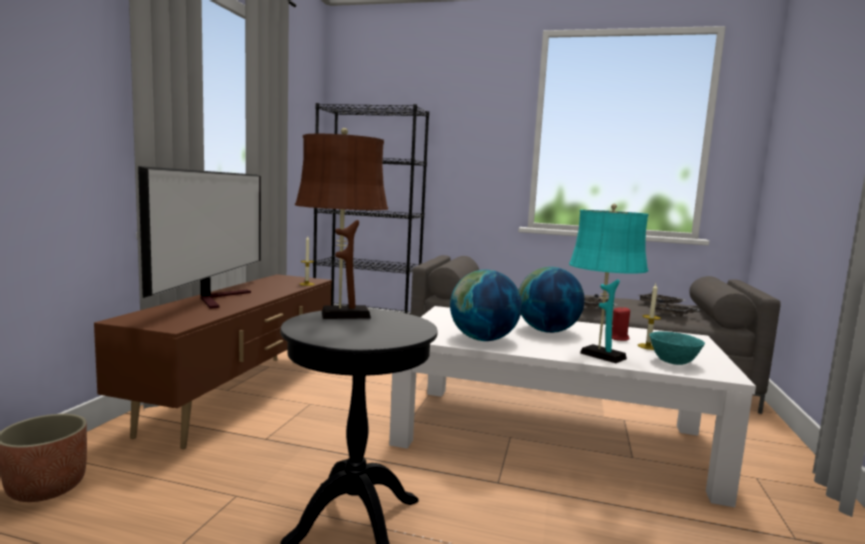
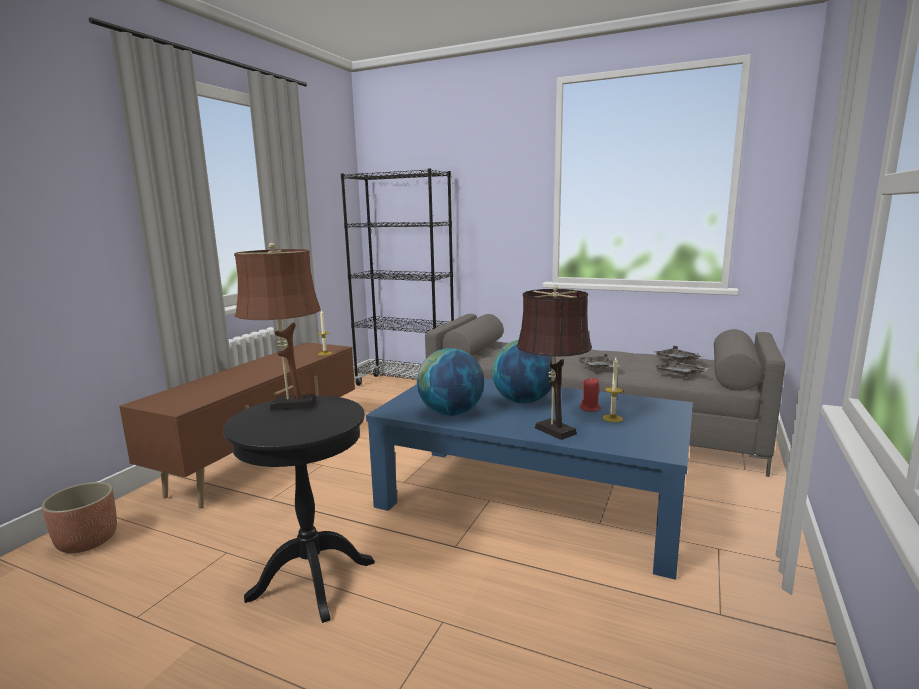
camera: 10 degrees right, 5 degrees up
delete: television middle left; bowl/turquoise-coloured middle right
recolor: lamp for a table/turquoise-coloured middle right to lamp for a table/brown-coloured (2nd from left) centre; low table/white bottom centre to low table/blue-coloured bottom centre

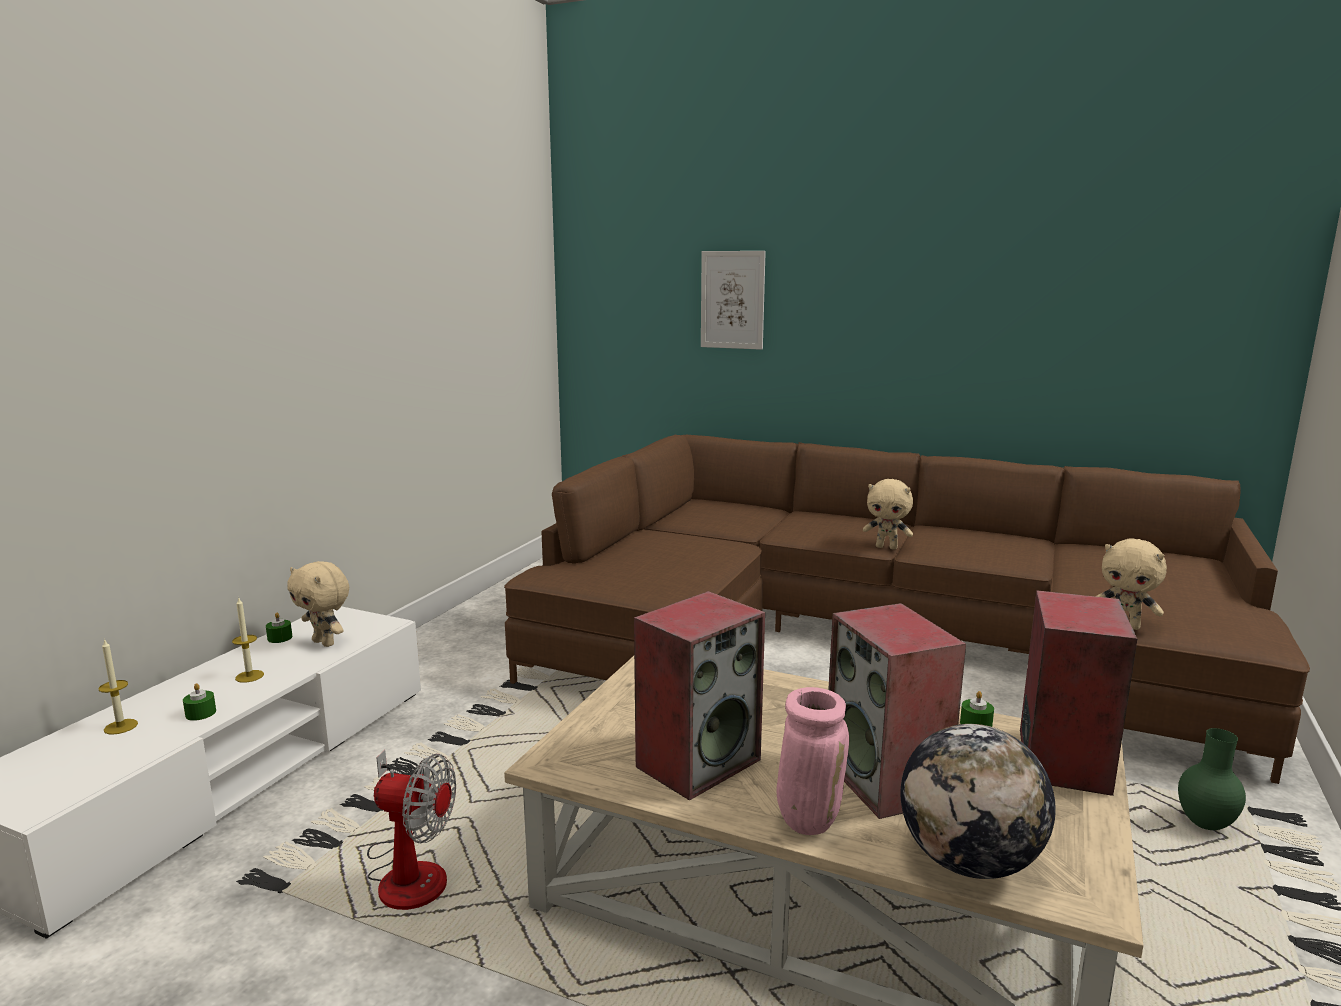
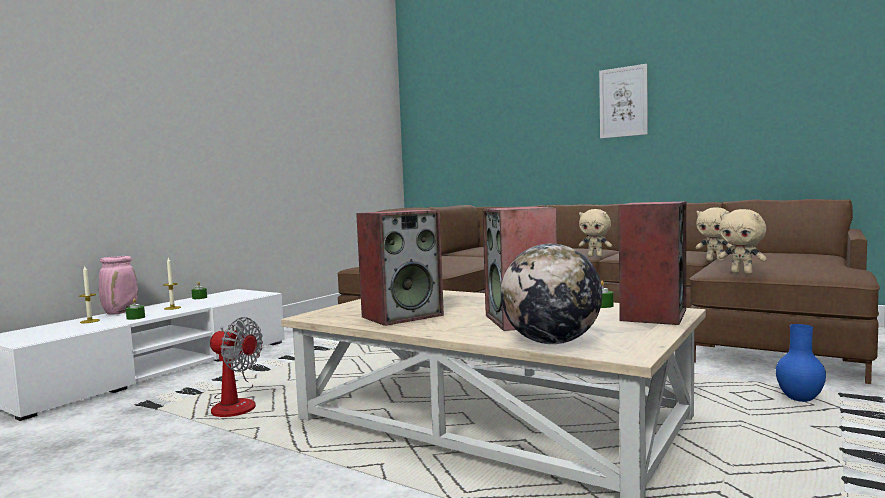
camera: 10 degrees right, 10 degrees down
move: wall picture top centre to top right; cuddly toy/beige-coloured (1st from left in the first image) middle left to cuddly toy/beige-coloured (2nd from left) middle right; decorative vase/pink bottom centre to middle left
recolor: decorative vase/green-coloured bottom right to decorative vase/blue-coloured bottom right

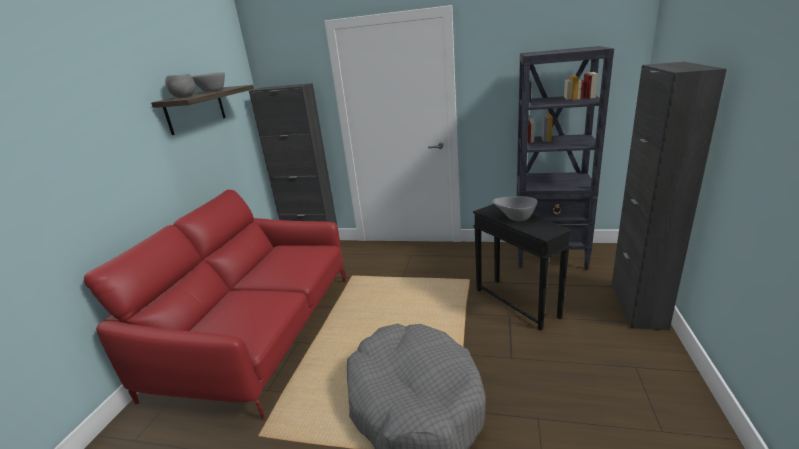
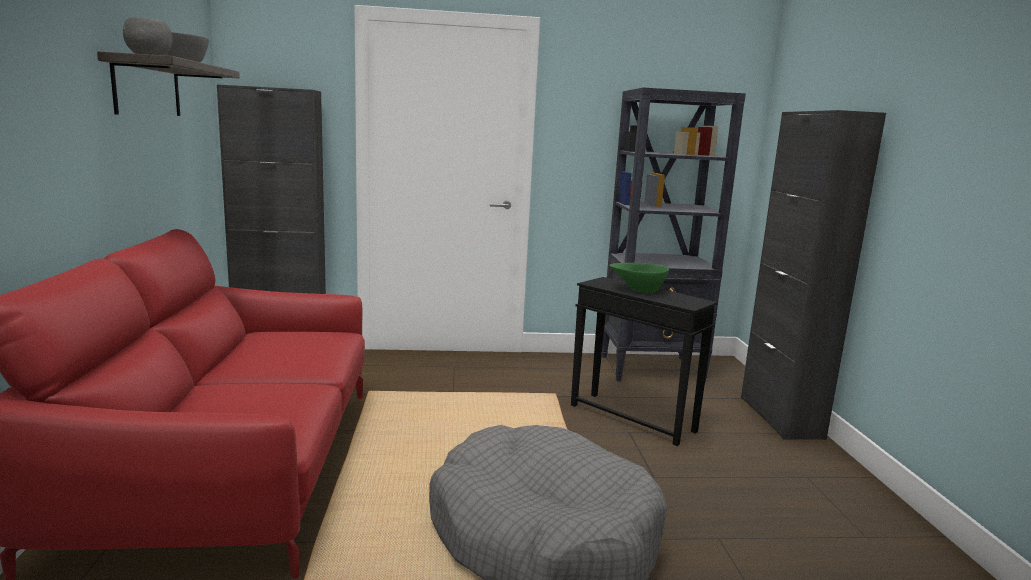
camera: 20 degrees left, 10 degrees down
recolor: bowl/greyish (3rd from left) centre to bowl/green-coloured centre

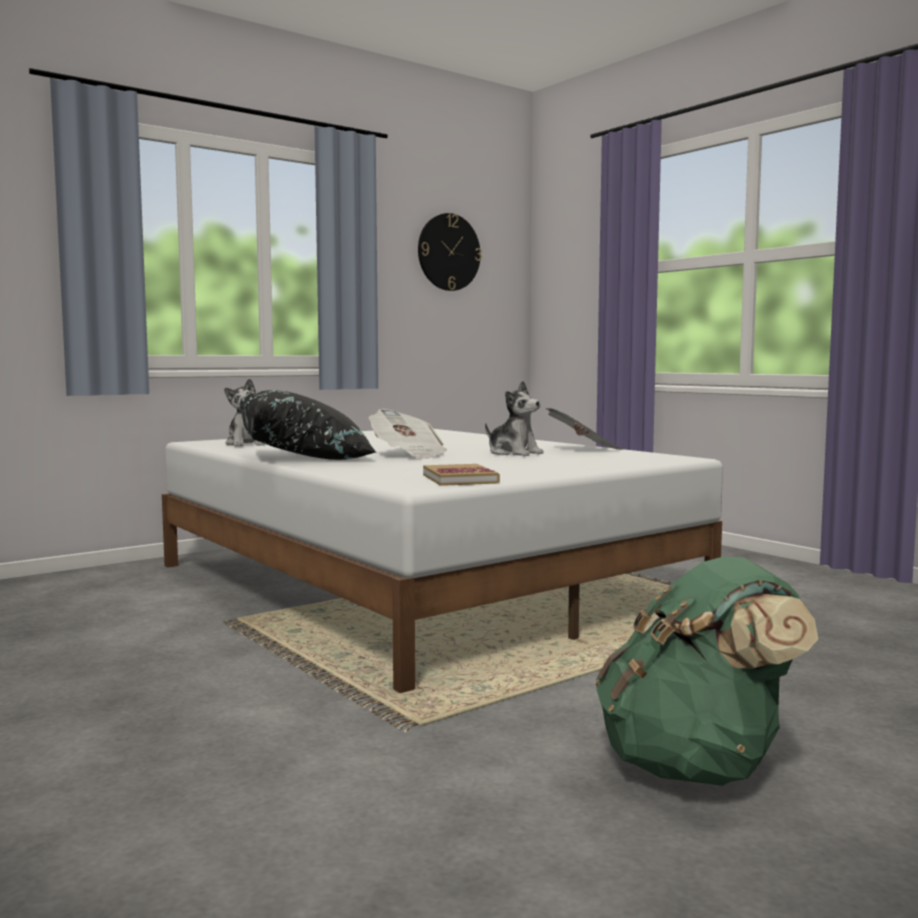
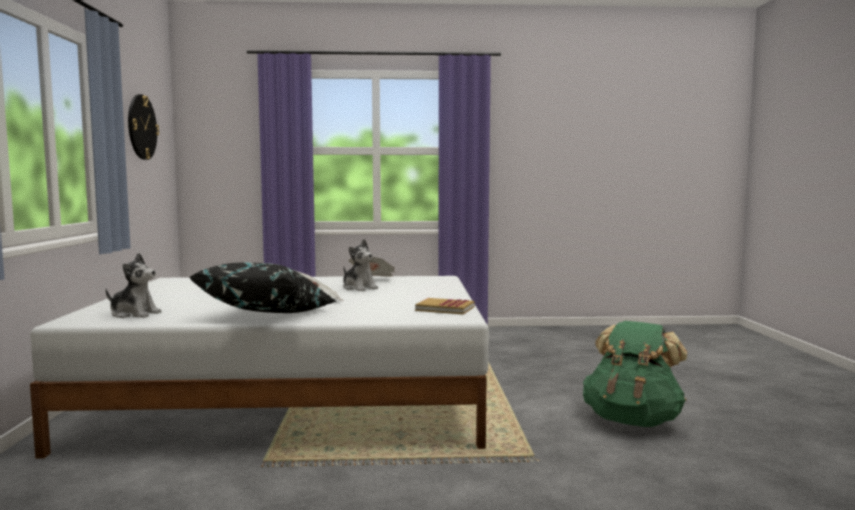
camera: 55 degrees left, 0 degrees up
rotate: cuddly toy (2nd from left) centre = centre 60 degrees clockwise

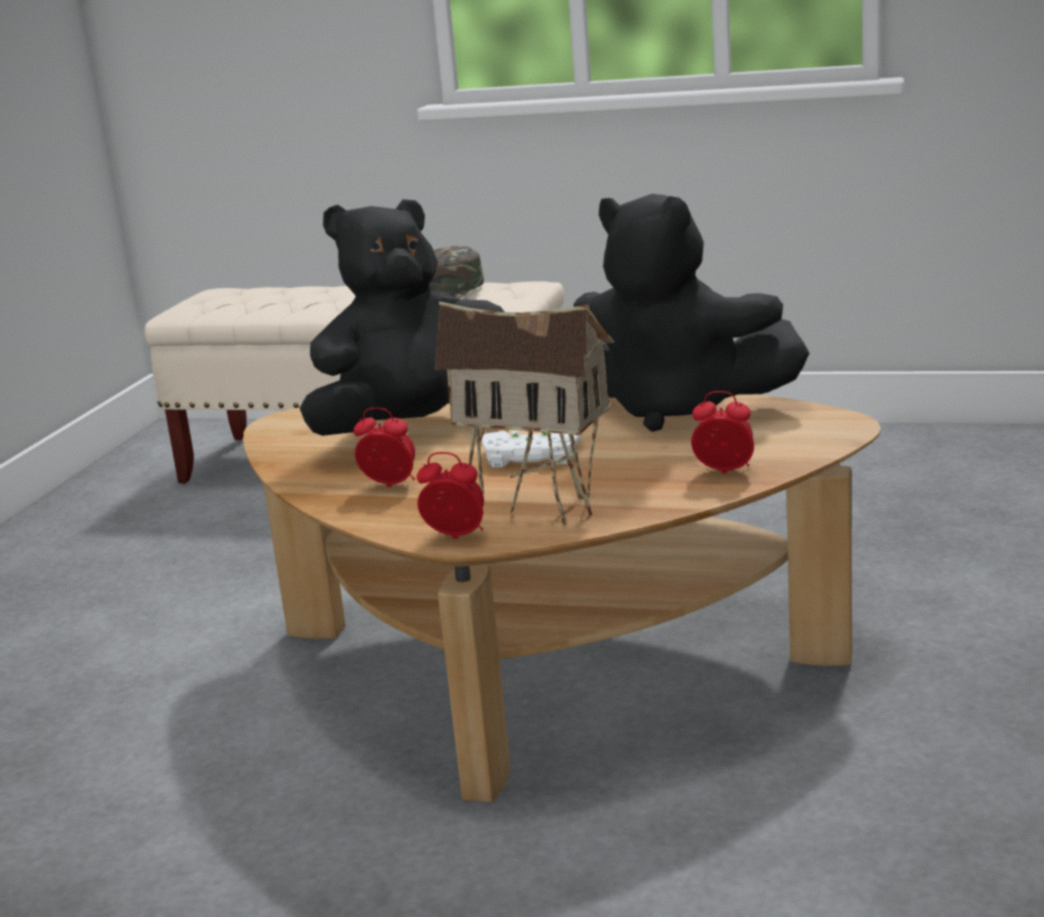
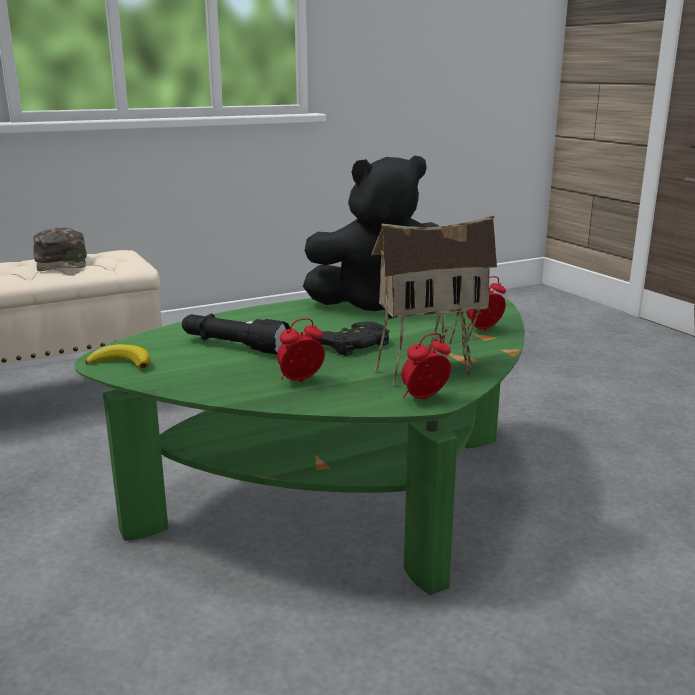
camera: 45 degrees left, 0 degrees up
insert: banana fruit middle left
replace: cuddly toy/black (1st from left) centre to torch/black centre
recolor: low table/brown-coloured centre to low table/green-coloured centre; joypad/white centre to joypad/black centre

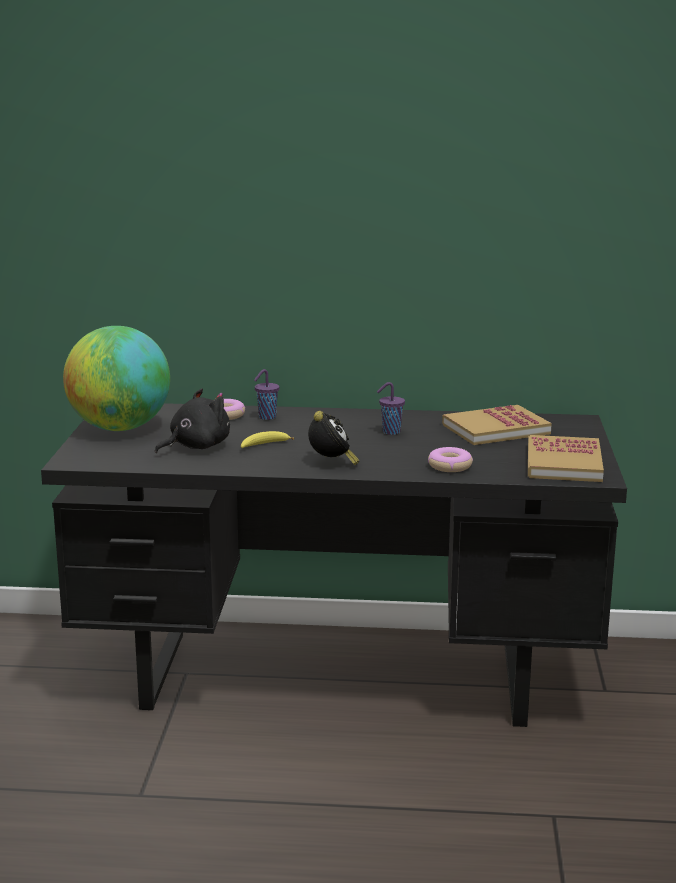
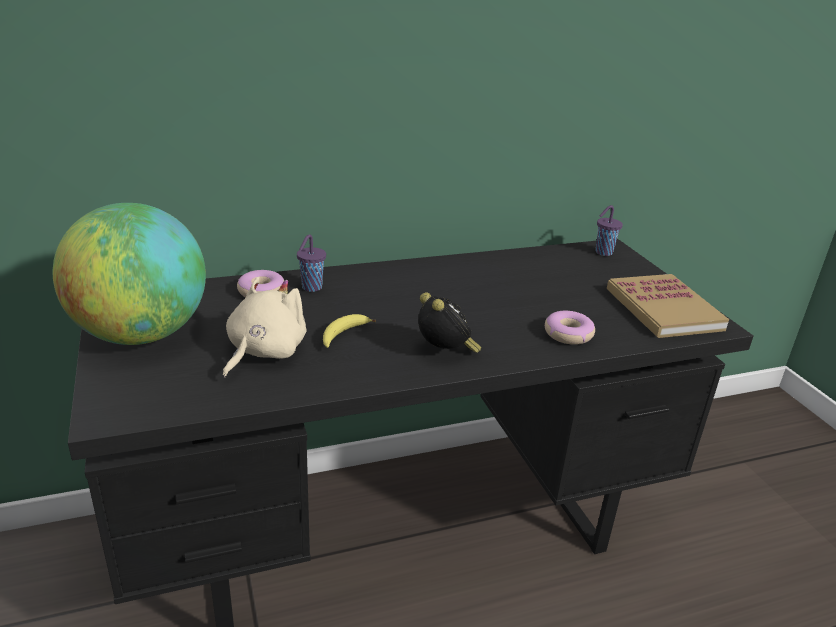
camera: 25 degrees left, 10 degrees up
delete: bound book (1st from left) middle right
move: small cup/purple (2nd from left) centre to middle right
recolor: cuddly toy/black middle left to cuddly toy/beige-coloured middle left

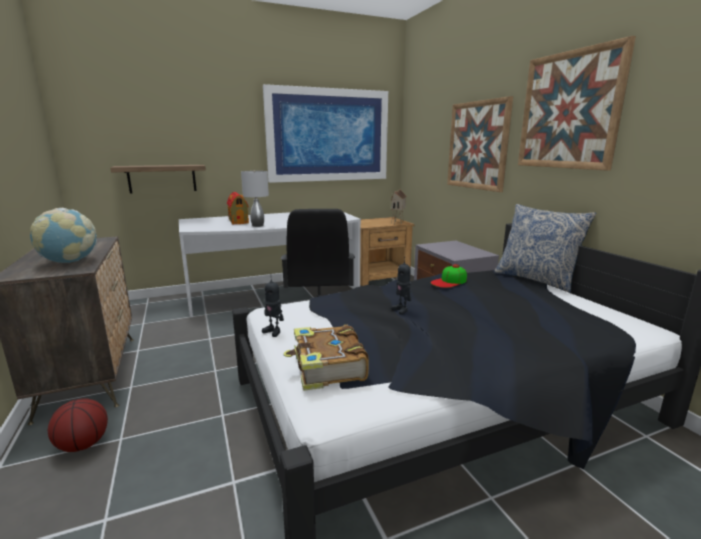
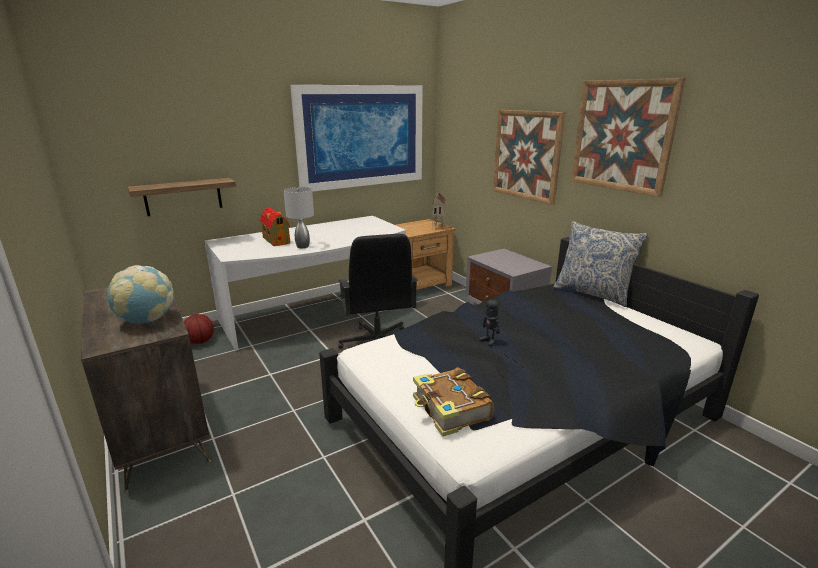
camera: 10 degrees left, 5 degrees up
delete: cap centre; toy robot (1st from left) centre
move: basketball ball bottom left to middle left

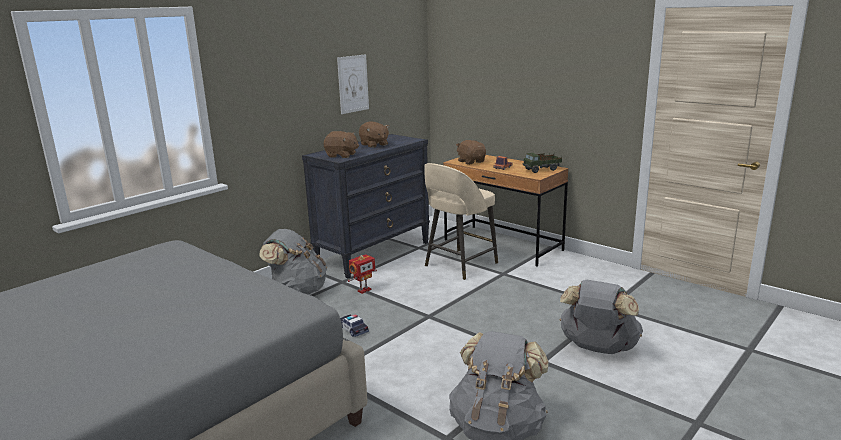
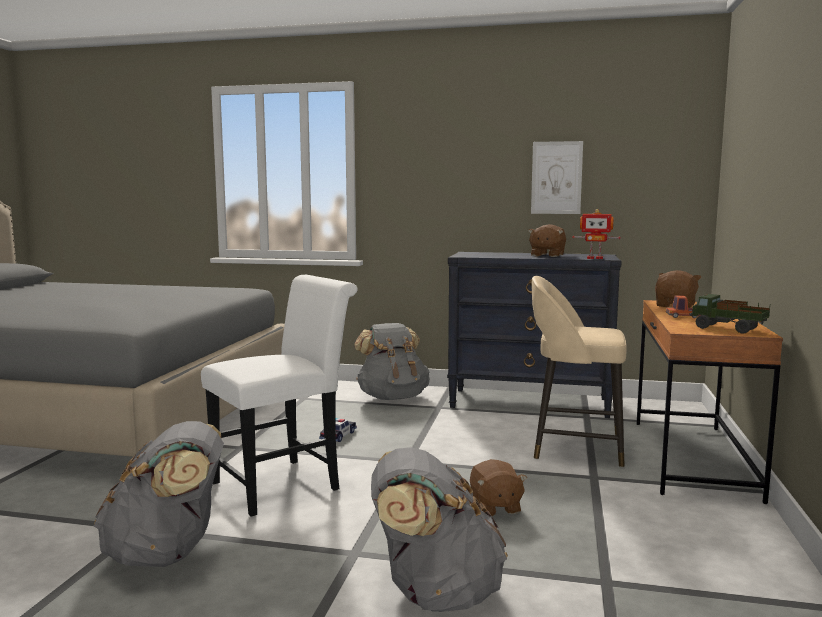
camera: 60 degrees right, 10 degrees down
insert: upright chair/white centre
move: cuddly toy/brown-coloured (1st from left) top centre to bottom centre; toy robot centre to middle right

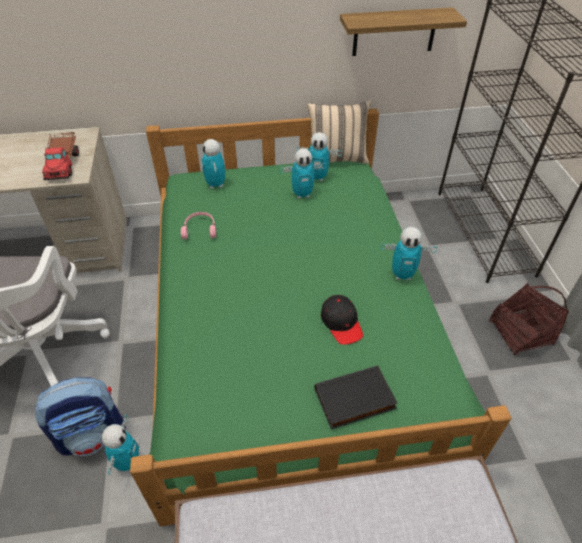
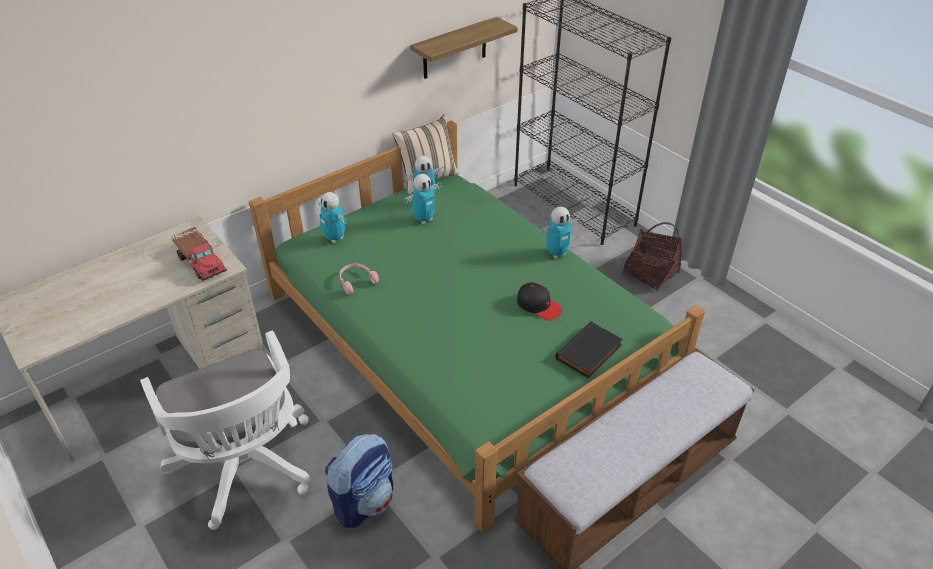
camera: 30 degrees left, 5 degrees down
delete: toy robot (1st from left) bottom left

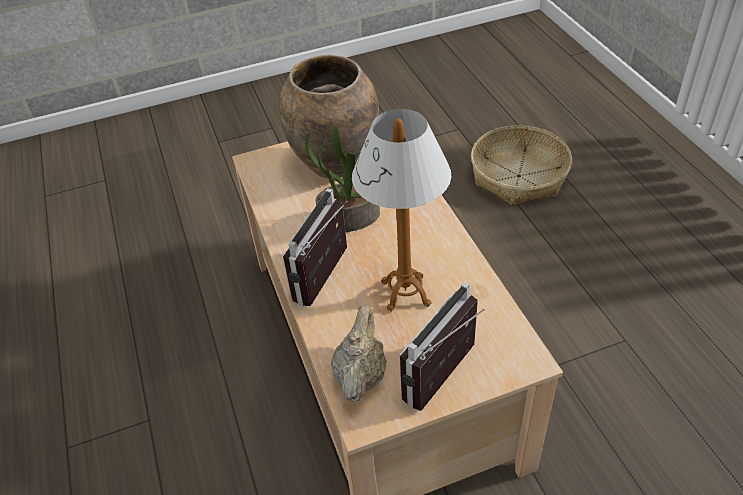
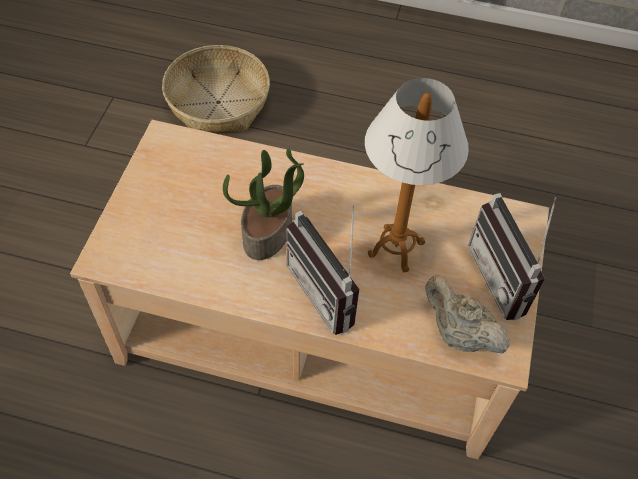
camera: 60 degrees left, 10 degrees up
delete: decorative vase/brown-coloured top centre

